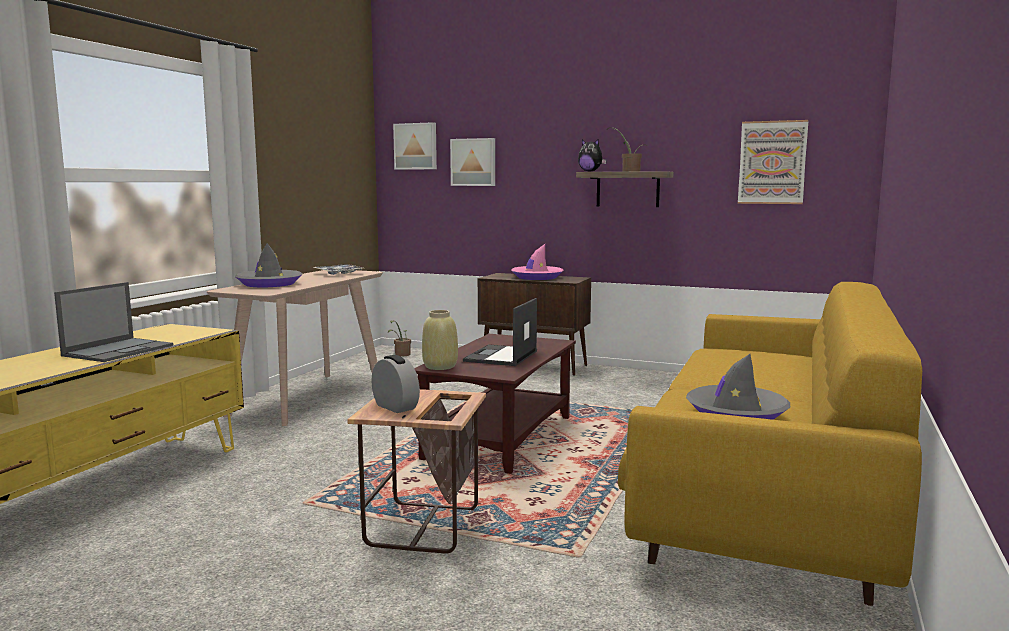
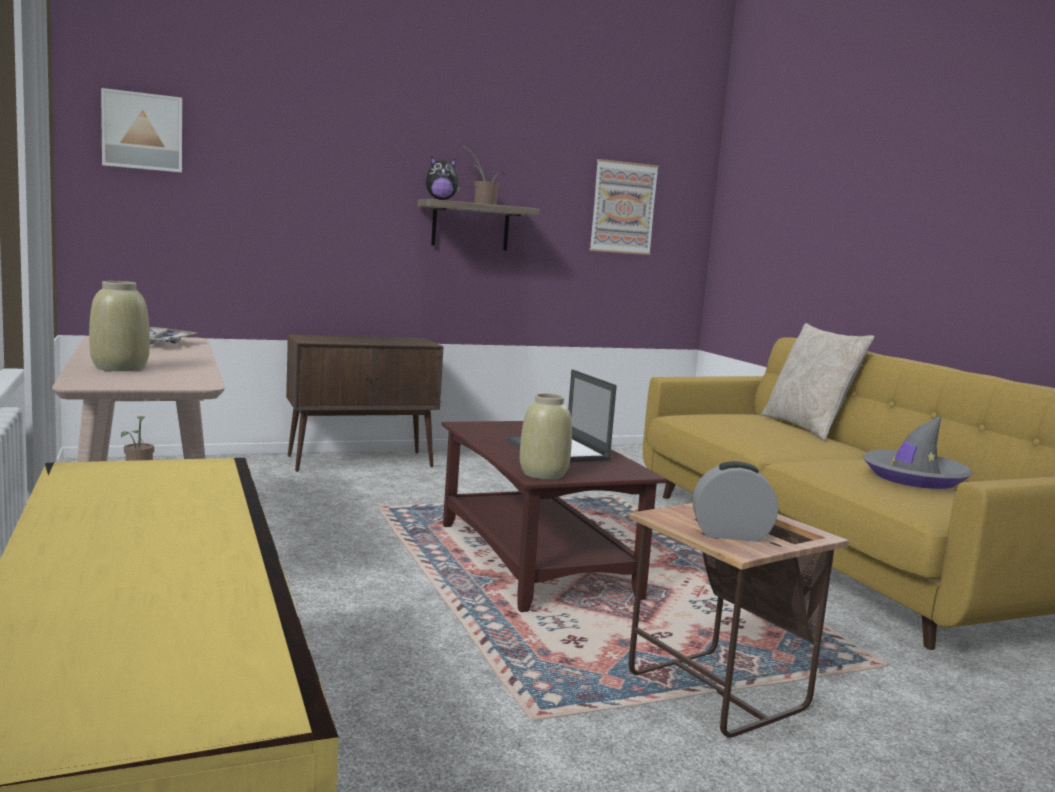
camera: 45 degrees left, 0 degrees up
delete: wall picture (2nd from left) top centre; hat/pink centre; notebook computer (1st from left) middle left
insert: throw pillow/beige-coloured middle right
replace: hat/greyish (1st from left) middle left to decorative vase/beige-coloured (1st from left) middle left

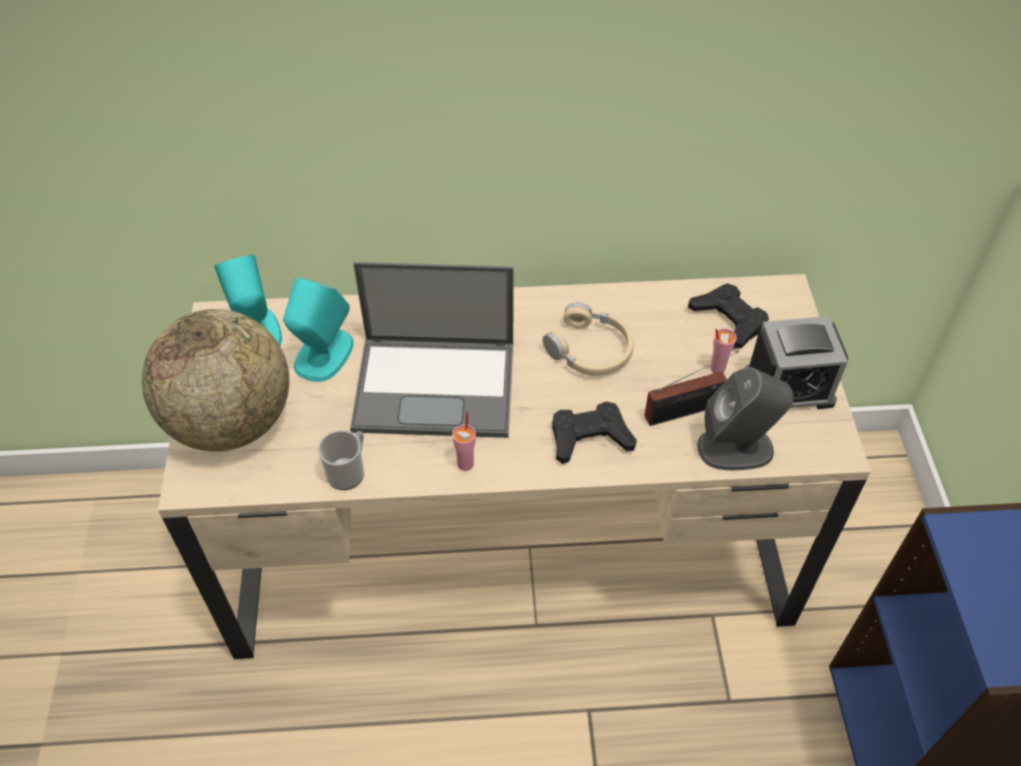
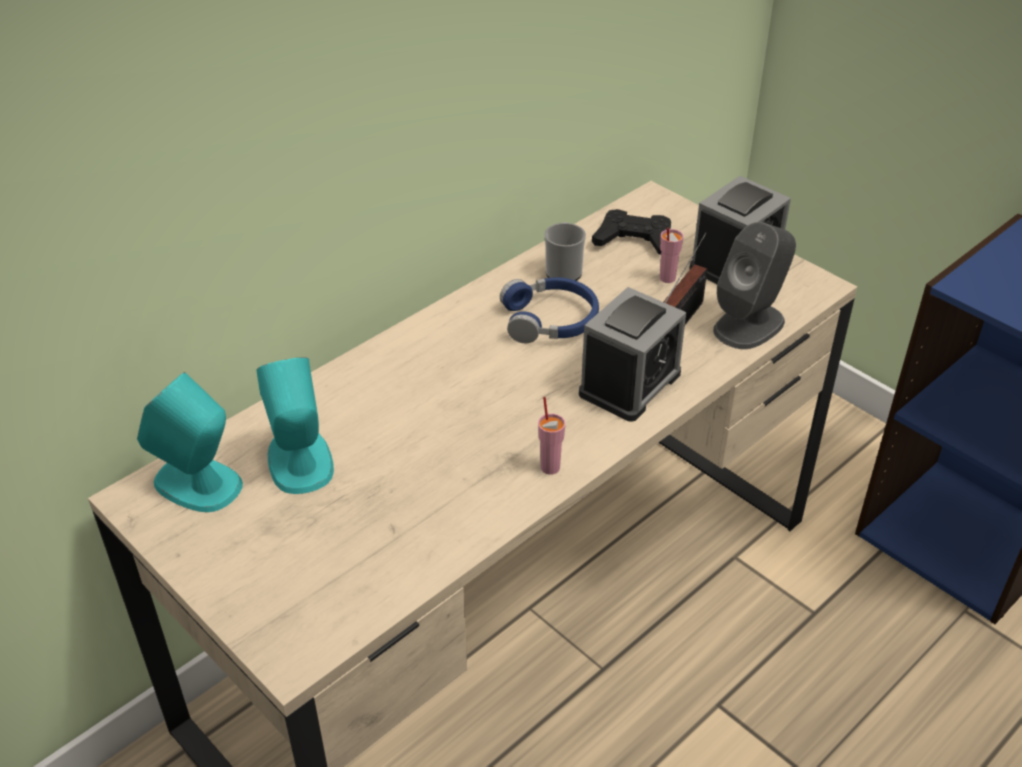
camera: 40 degrees left, 10 degrees down
delete: notebook computer centre; world globe middle left
move: tea mug centre to top centre
replace: joypad/black (1st from left) centre to alarm clock (1st from left) centre
recolor: headphones/beige-coloured centre to headphones/blue-coloured centre

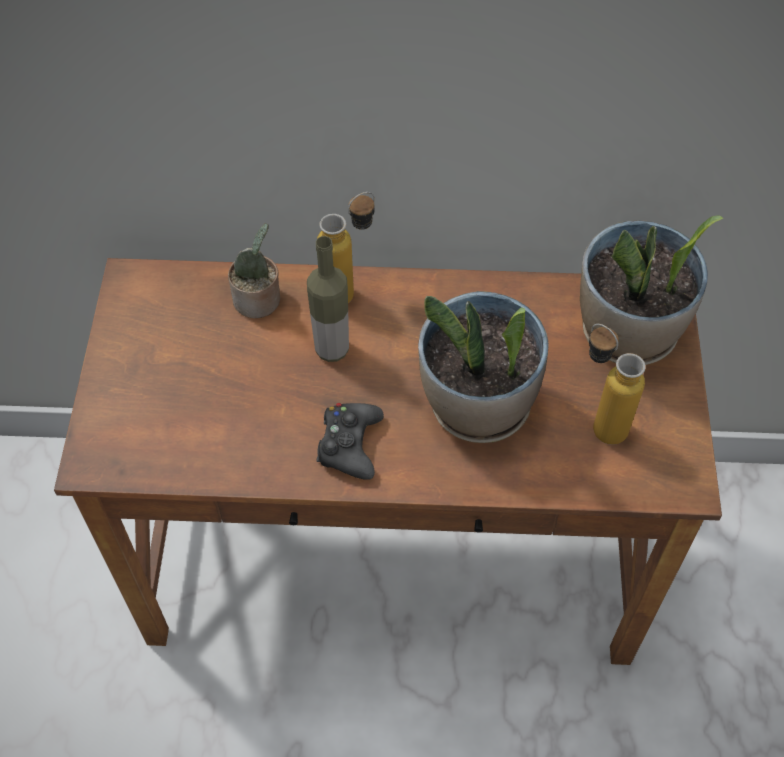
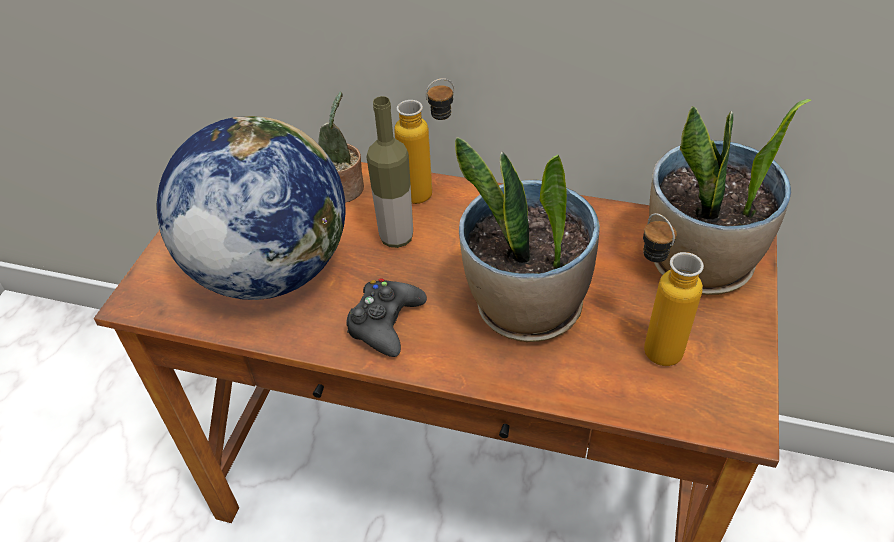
camera: 15 degrees right, 10 degrees down
insert: world globe middle left

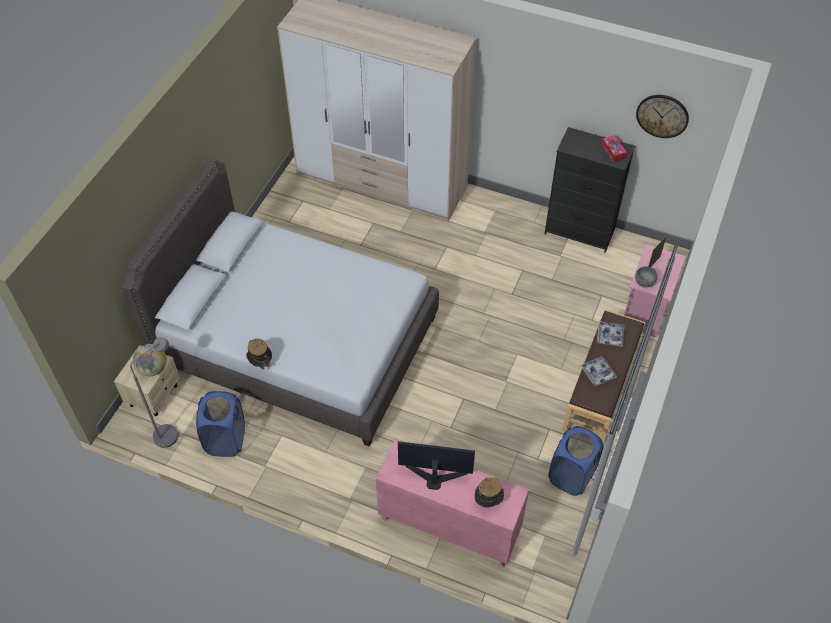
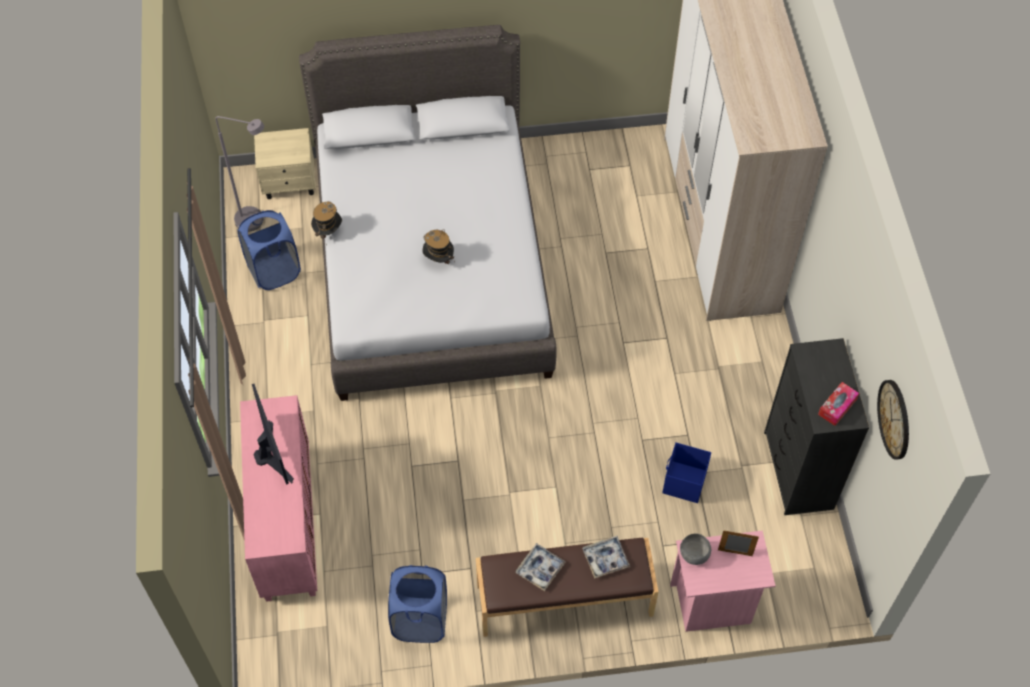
camera: 60 degrees right, 5 degrees up
delete: world globe middle left
insert: storage bin/blue-coloured bottom centre
move: hat (2nd from left) bottom centre to centre

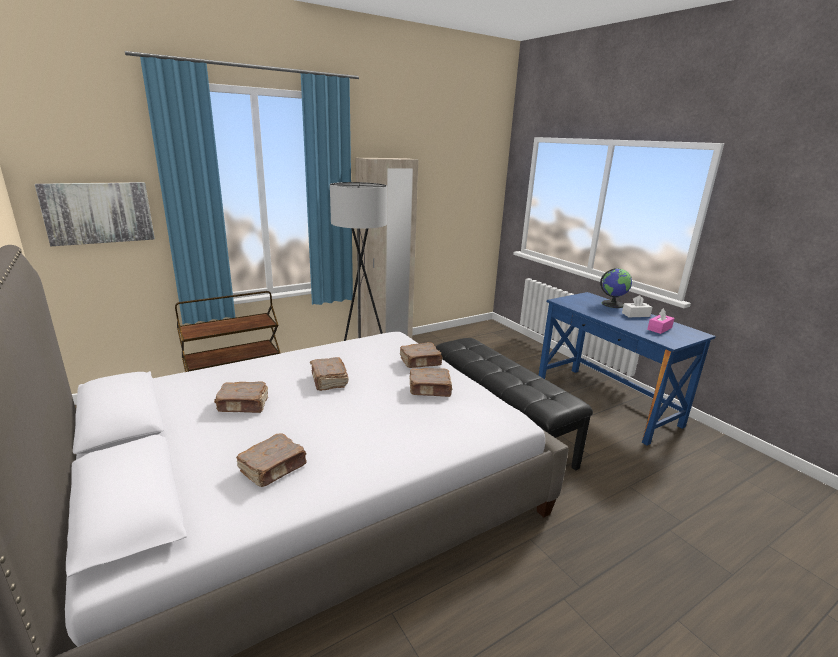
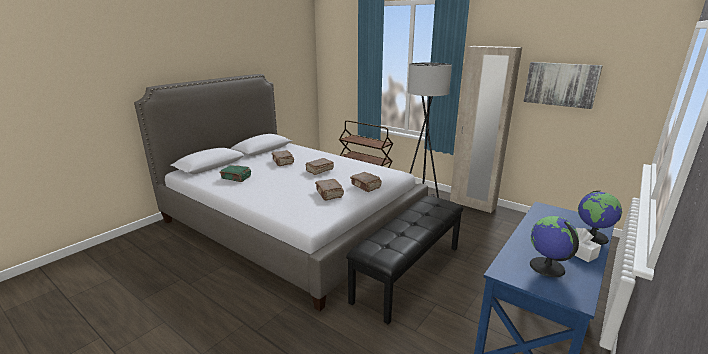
camera: 70 degrees right, 0 degrees up
move: wall picture top left to top right
replace: tissue holder/pink middle right to world globe (1st from left) bottom right
recolor: bound book/brown-coloured (2nd from left) bottom left to bound book/green-coloured middle left

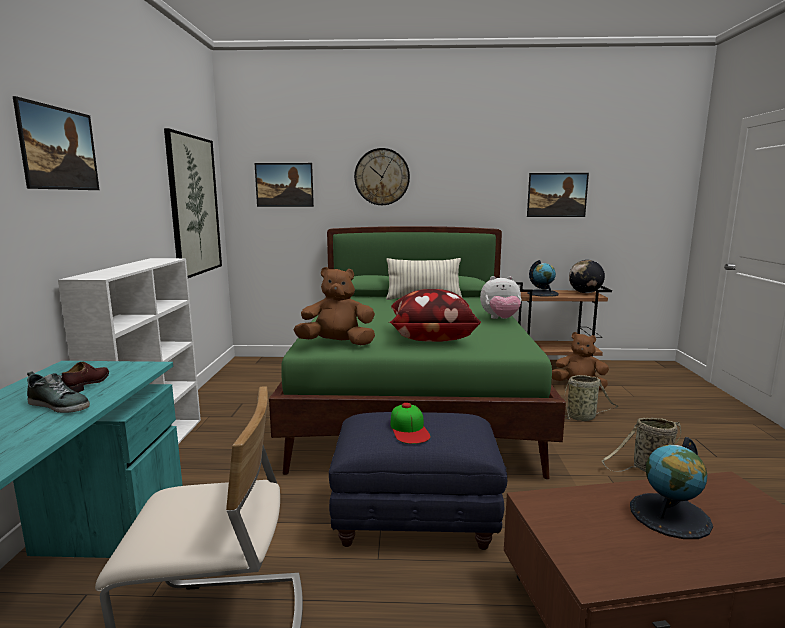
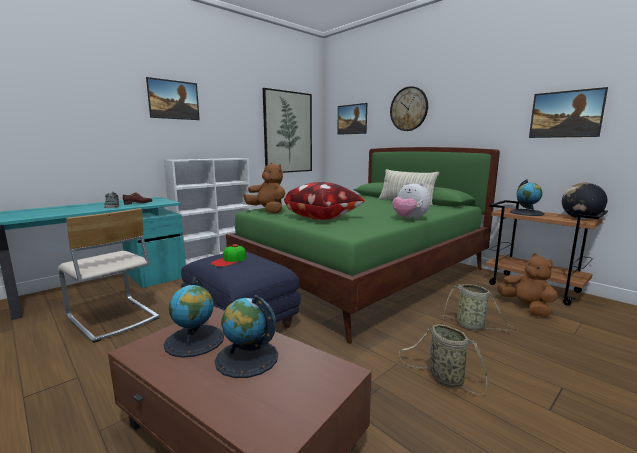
camera: 45 degrees right, 0 degrees up
insert: world globe (1st from left) bottom left

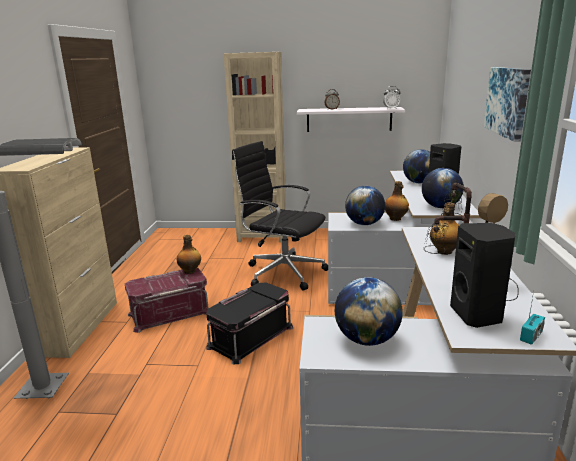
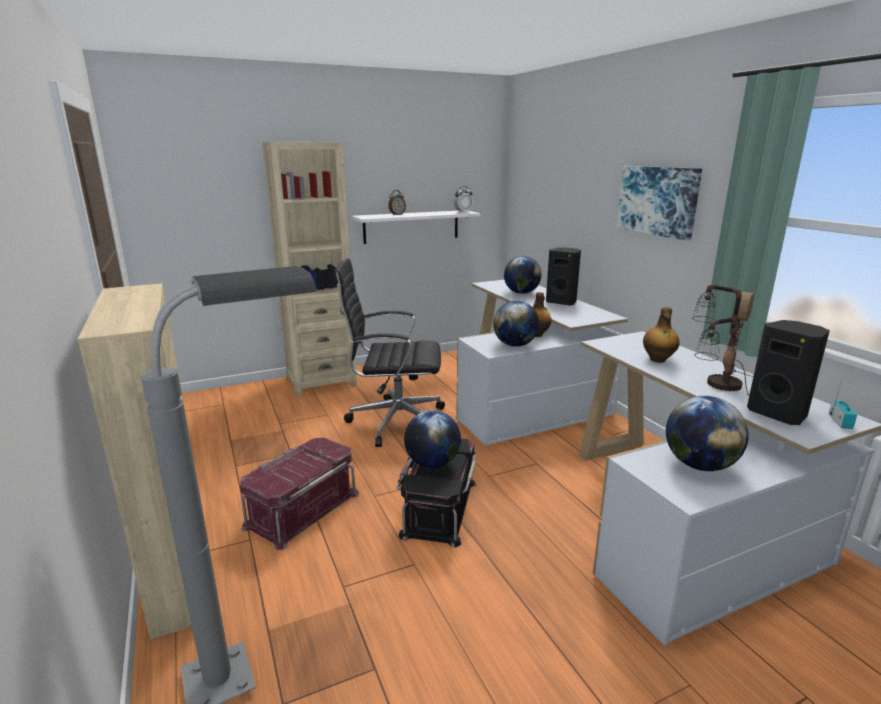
camera: 30 degrees left, 0 degrees up
delete: beverage bottle (1st from left) middle left
move: world globe (4th from left in the first image) middle right to world globe (1st from left) centre

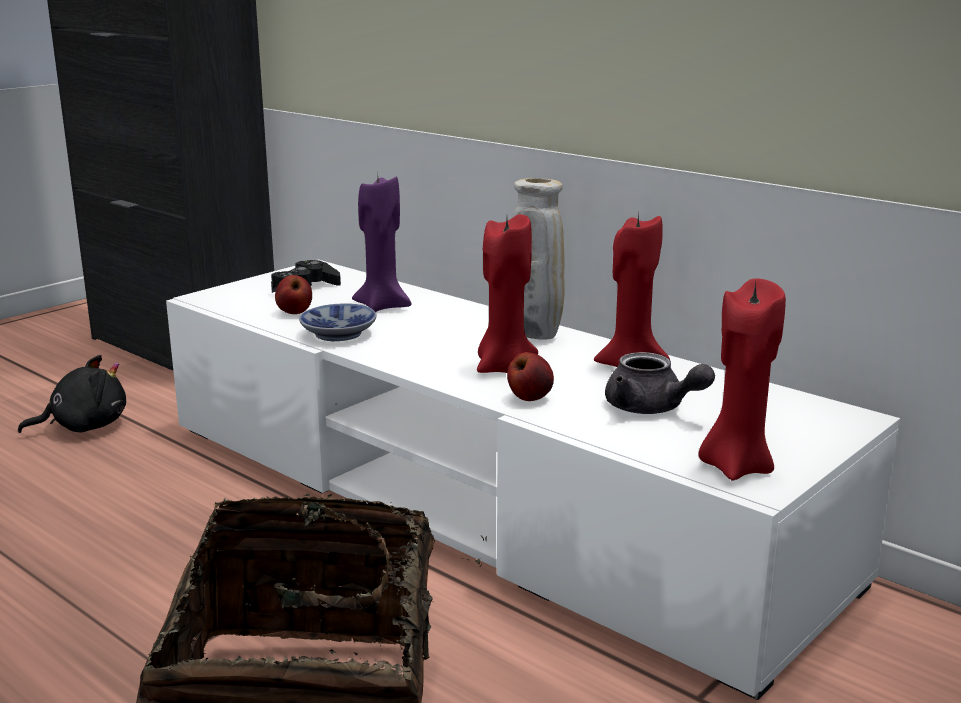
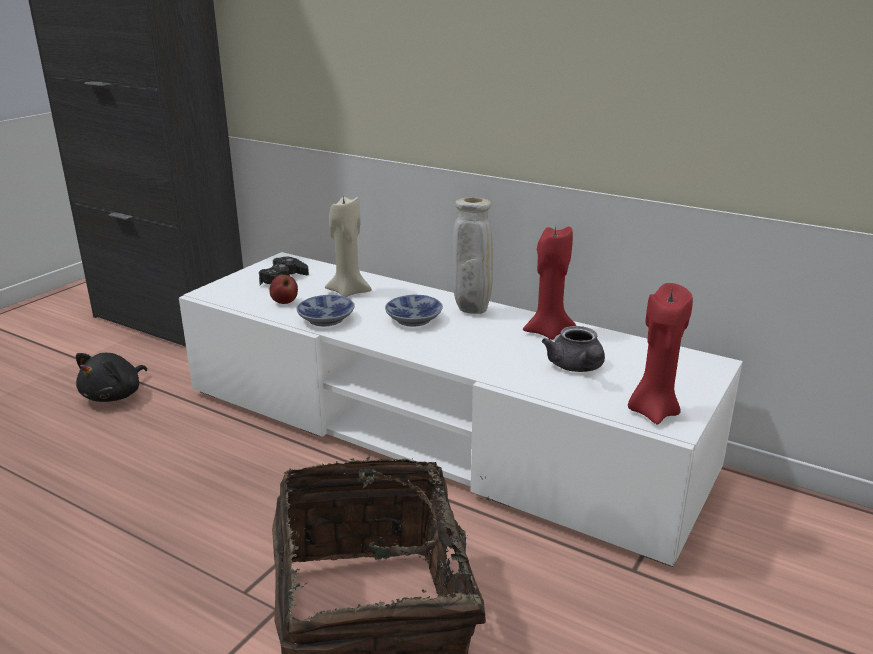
camera: 10 degrees left, 5 degrees up
delete: candle/red (1st from left) centre; apple (2nd from left) centre
insert: bowl (2nd from left) centre
recolor: candle/purple centre to candle/beige-coloured centre
rotate: tea pot/greyish middle right = centre 45 degrees clockwise; cuddly toy/black middle left = middle left 150 degrees clockwise

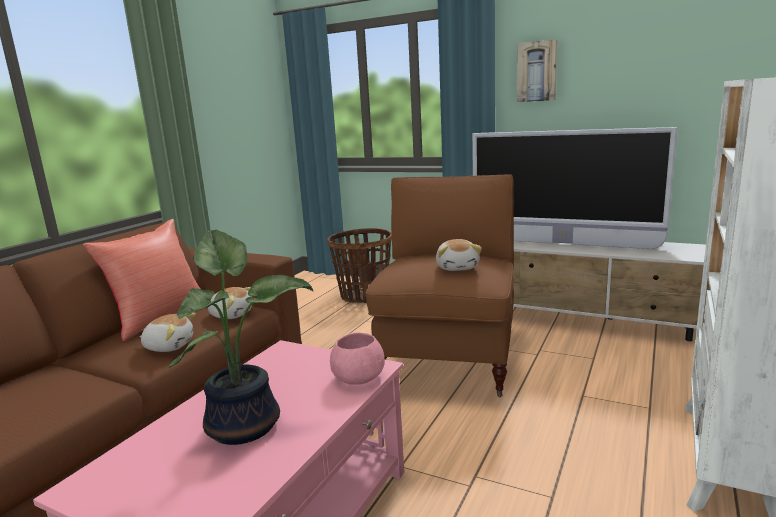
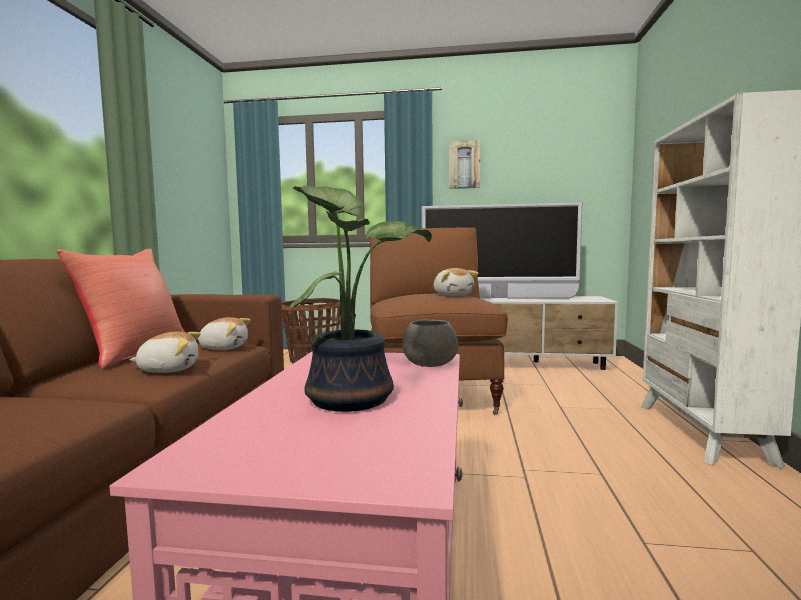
camera: 20 degrees left, 10 degrees down
recolor: bowl/pink bottom centre to bowl/greyish centre

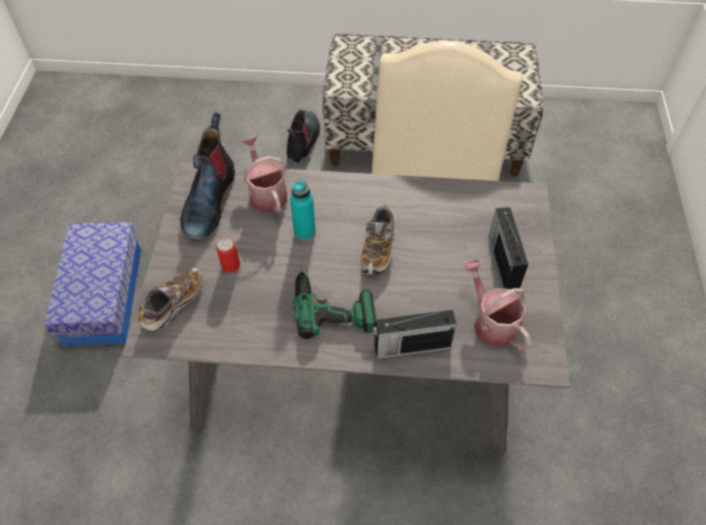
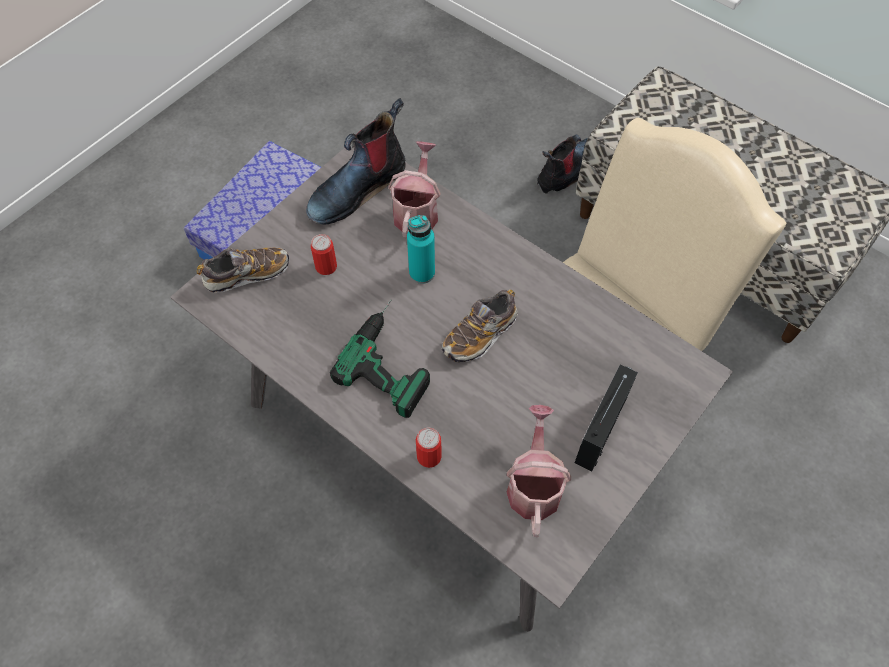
camera: 35 degrees right, 5 degrees up
replace: radio receiver (1st from left) centre to can (2nd from left) bottom centre

